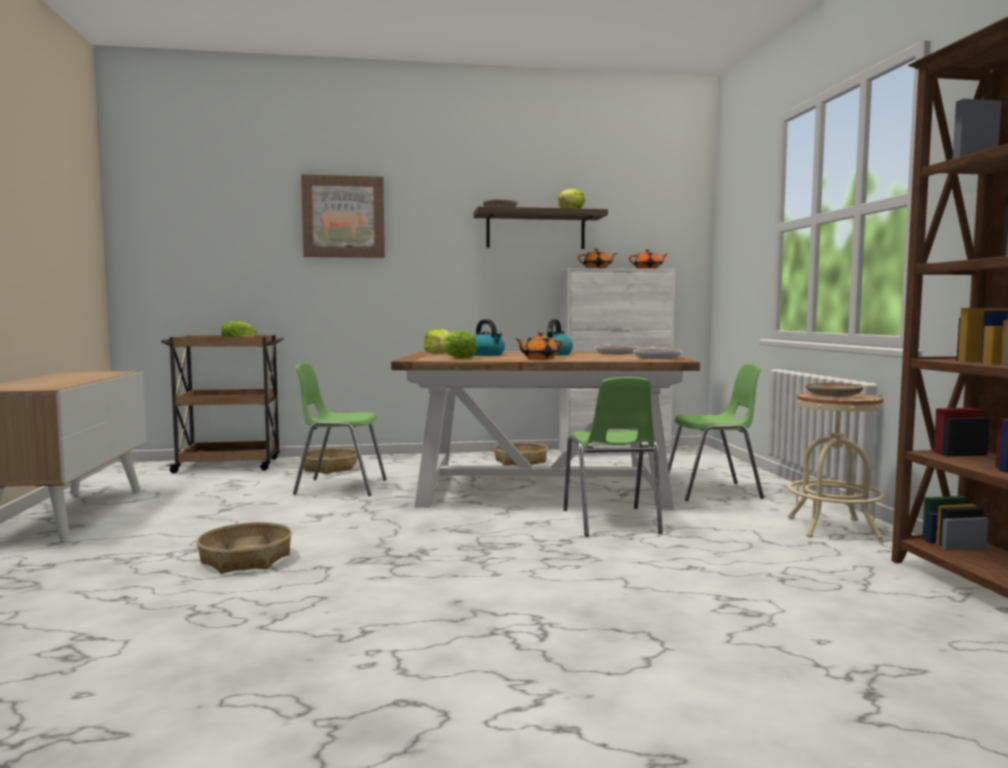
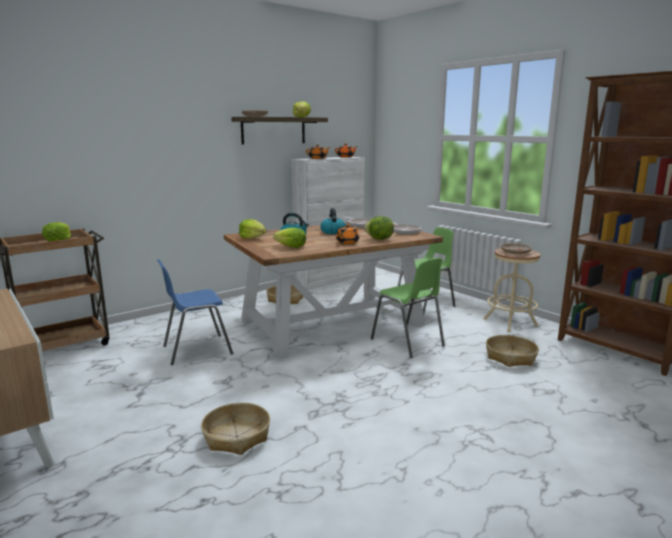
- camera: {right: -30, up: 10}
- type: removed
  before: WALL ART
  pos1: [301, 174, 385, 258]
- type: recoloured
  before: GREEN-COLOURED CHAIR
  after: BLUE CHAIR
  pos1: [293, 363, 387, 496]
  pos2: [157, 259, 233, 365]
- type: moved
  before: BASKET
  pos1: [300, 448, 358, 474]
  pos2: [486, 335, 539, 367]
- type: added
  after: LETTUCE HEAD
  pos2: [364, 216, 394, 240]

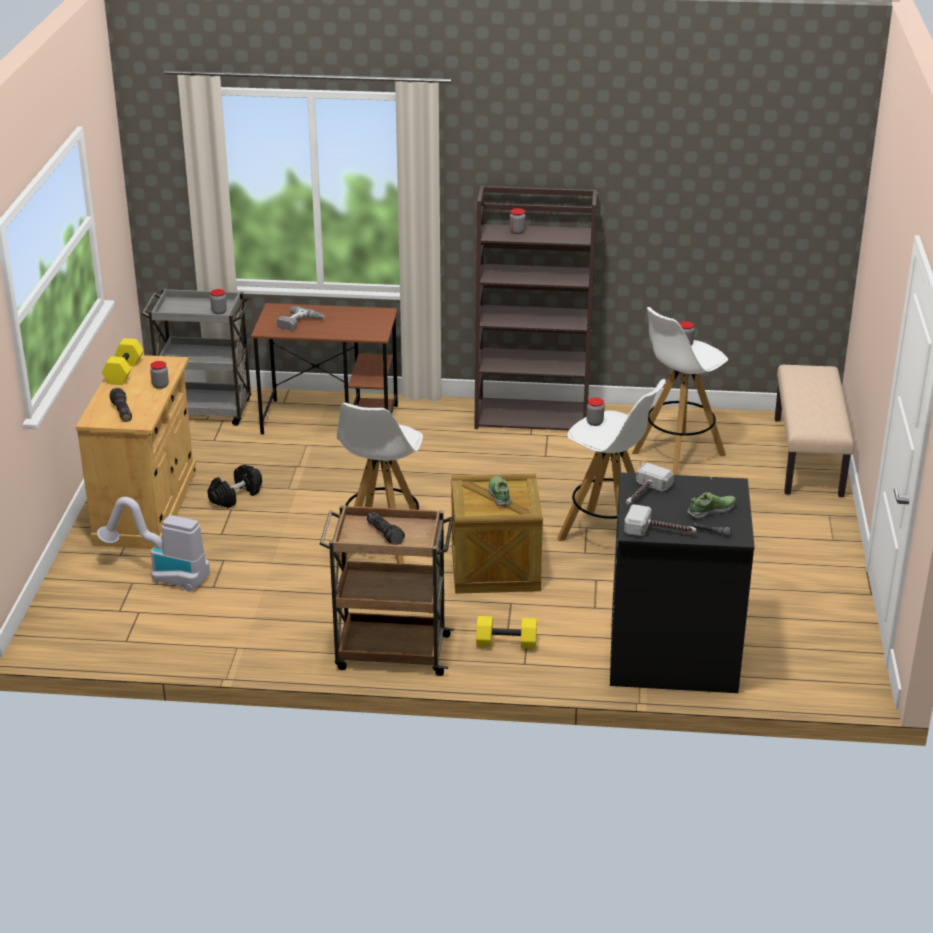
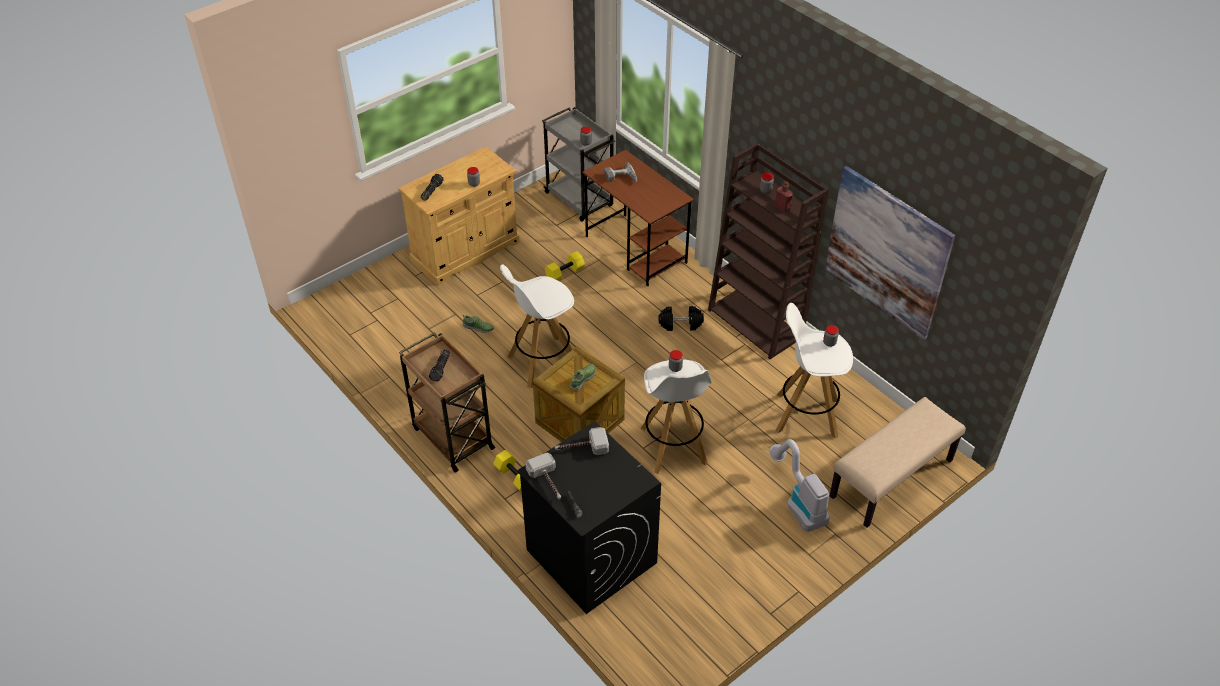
- camera: {right: 45, up: 15}
- type: moved
  before: YELLOWISH DUMBBELL
  pos1: [102, 338, 144, 385]
  pos2: [545, 251, 585, 280]
- type: moved
  before: BLACK DUMBBELL
  pos1: [207, 464, 262, 508]
  pos2: [659, 306, 704, 331]
- type: moved
  before: SHOE
  pos1: [687, 492, 736, 519]
  pos2: [463, 315, 494, 333]
- type: moved
  before: VACUUM CLEANER
  pos1: [97, 497, 210, 592]
  pos2: [769, 439, 830, 532]
- type: added
  after: WALL ART
  pos2: [825, 166, 955, 340]
- type: added
  after: RED BOTTLE
  pos2: [775, 181, 793, 212]

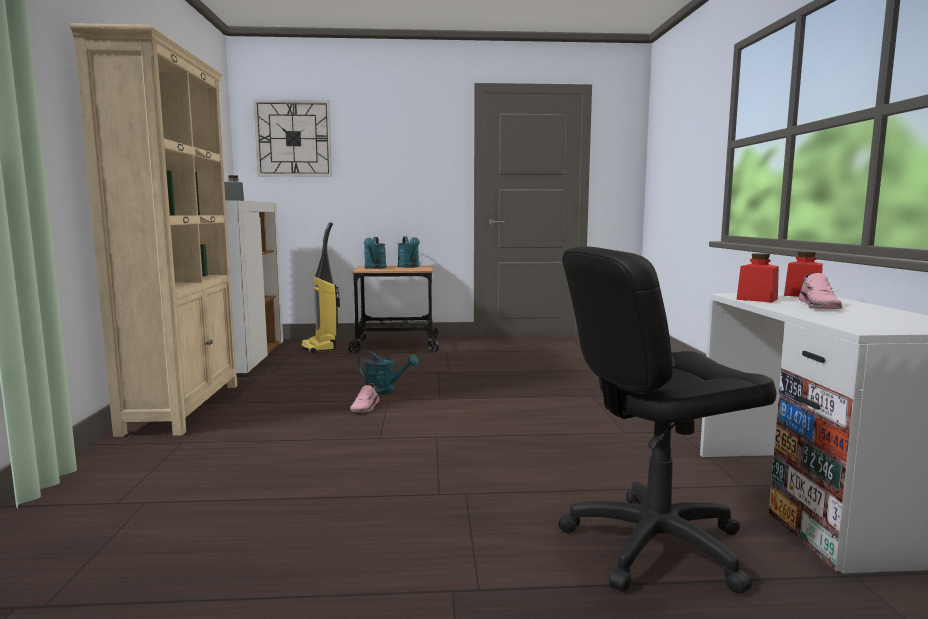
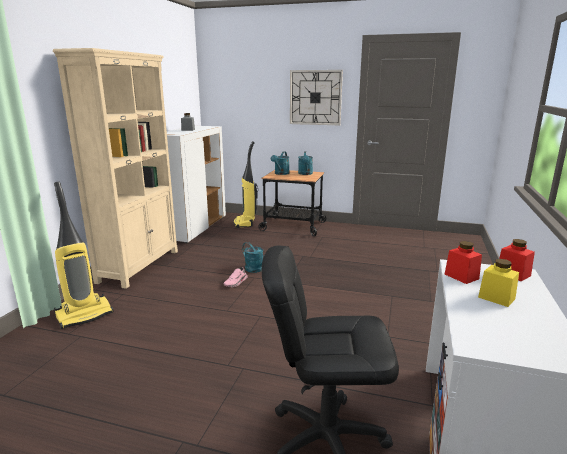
- camera: {right: 20, up: 10}
- type: moved
  before: CLOCK ON THE WALL
  pos1: [253, 100, 332, 177]
  pos2: [290, 70, 343, 125]
- type: replaced
  before: PINK-COLOURED SHOE
  after: YELLOWISH PRESERVE JAR
  pos1: [799, 273, 843, 309]
  pos2: [478, 259, 519, 307]
- type: added
  after: VACUUM CLEANER
  pos2: [54, 182, 114, 329]

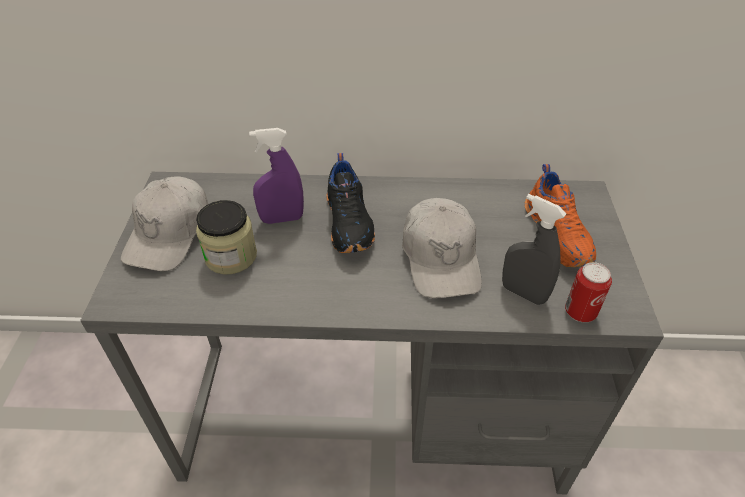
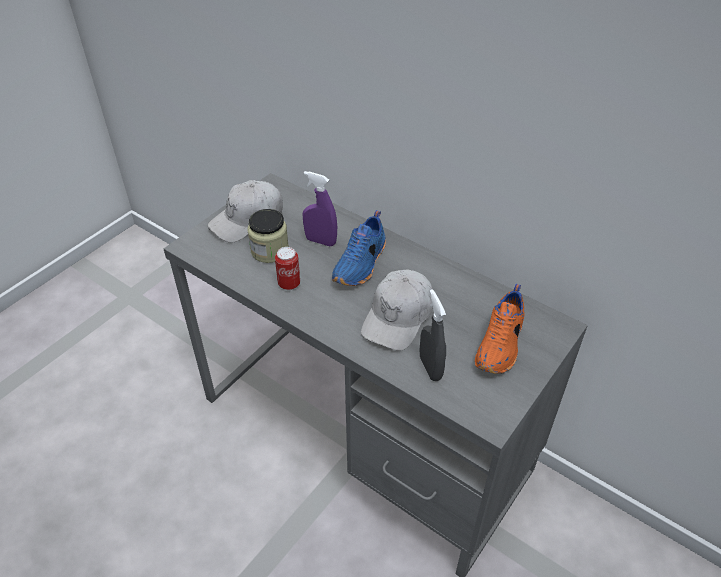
- camera: {right: 35, up: 0}
- type: recoloured
  before: BLACK SHOE
  after: BLUE SHOE
  pos1: [326, 153, 375, 253]
  pos2: [332, 210, 386, 286]
- type: moved
  before: SEALED CAN
  pos1: [565, 262, 612, 322]
  pos2: [275, 247, 300, 290]

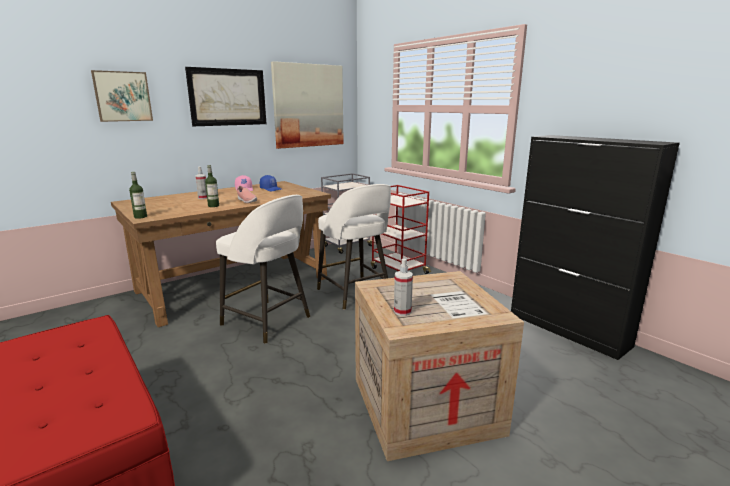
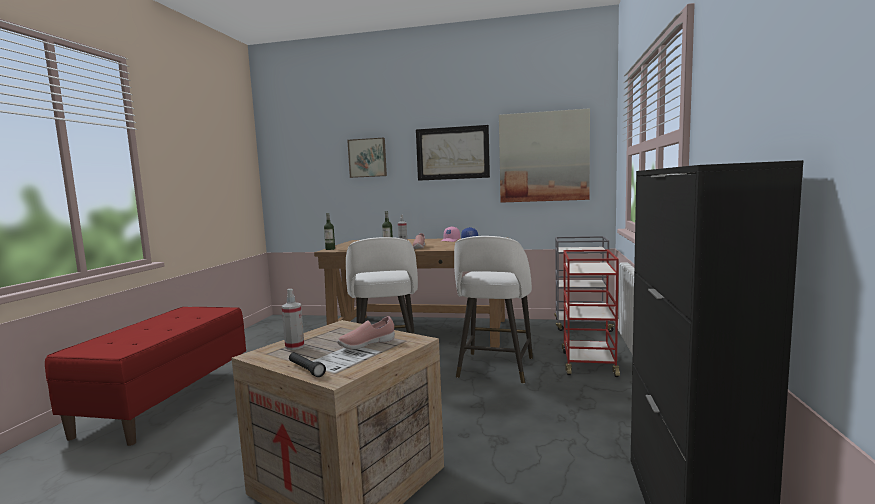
- camera: {right: 50, up: -10}
- type: added
  after: PINK-COLOURED SHOE
  pos2: [337, 316, 395, 350]
- type: added
  after: BLACK HAND TORCH
  pos2: [289, 353, 326, 377]

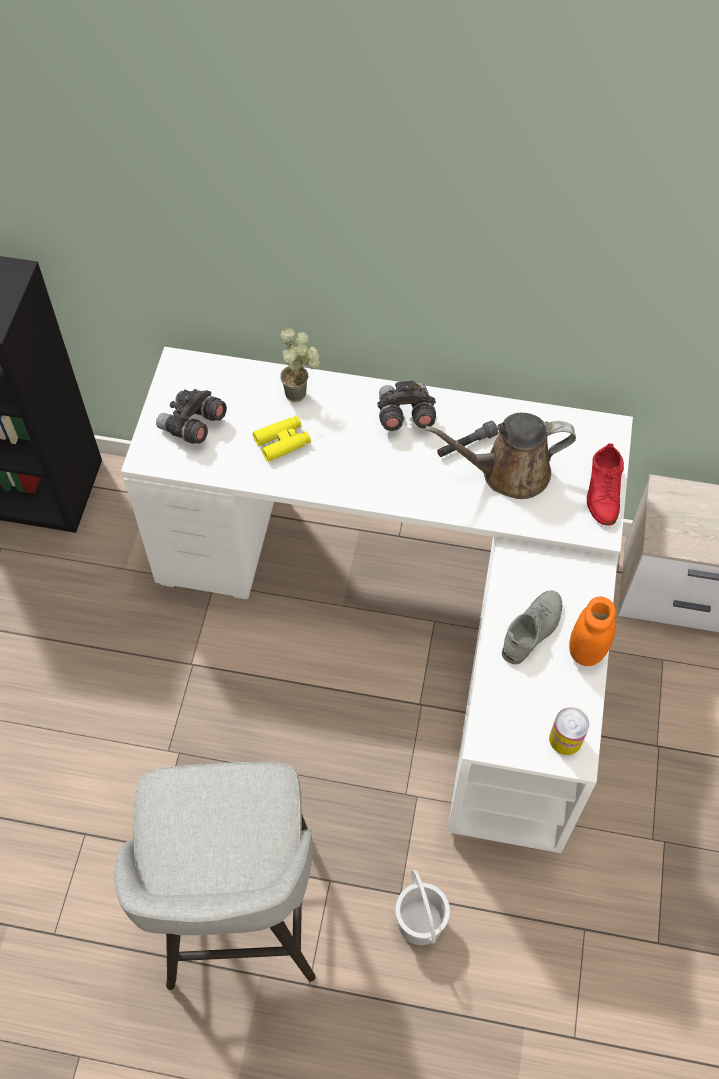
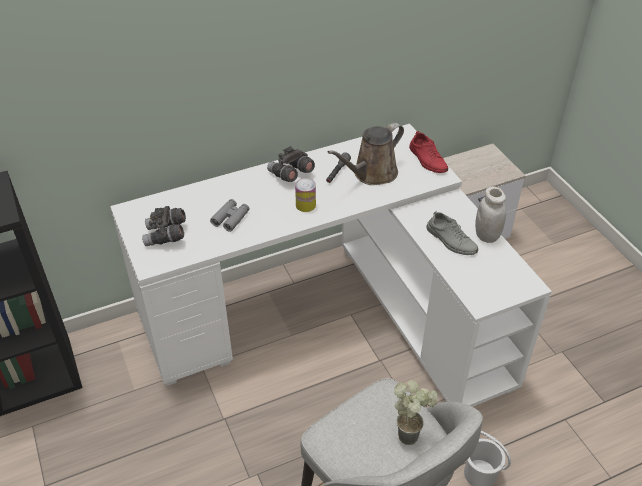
- camera: {right: -35, up: -15}
- type: moved
  before: POTTED PLANT
  pos1: [280, 327, 320, 402]
  pos2: [394, 380, 438, 445]
- type: recoloured
  before: YELLOWISH BINOCULARS
  after: GREYISH BINOCULARS
  pos1: [253, 416, 311, 462]
  pos2: [210, 199, 250, 232]
- type: turned
  before: GREYISH SHOE
  pos1: [502, 590, 562, 664]
  pos2: [426, 211, 478, 255]
  turn: 135
- type: recoloured
  before: ORANGE PRESERVE JAR
  after: WHITISH PRESERVE JAR
  pos1: [569, 597, 616, 666]
  pos2: [475, 187, 506, 243]
- type: moved
  before: SEALED CAN
  pos1: [549, 707, 589, 755]
  pos2: [295, 178, 316, 212]

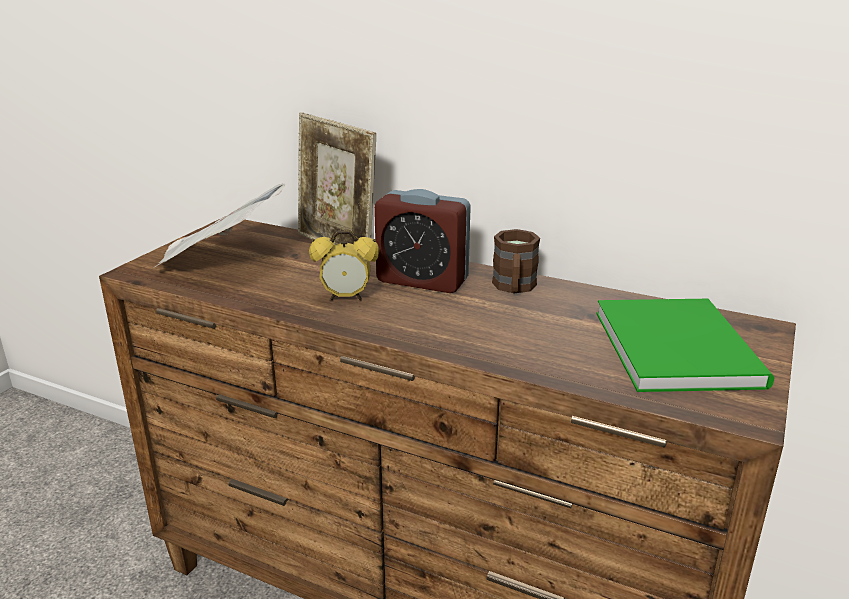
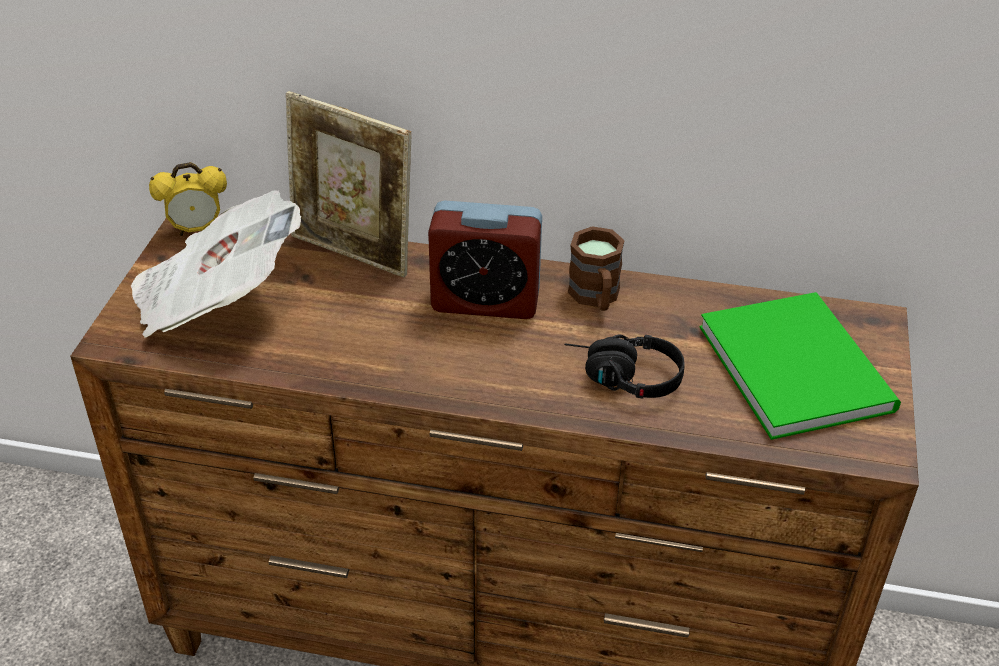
- camera: {right: -15, up: 15}
- type: moved
  before: TABLE CLOCK
  pos1: [309, 230, 379, 300]
  pos2: [149, 162, 227, 236]
- type: added
  after: BLACK HEADSET
  pos2: [565, 334, 685, 398]

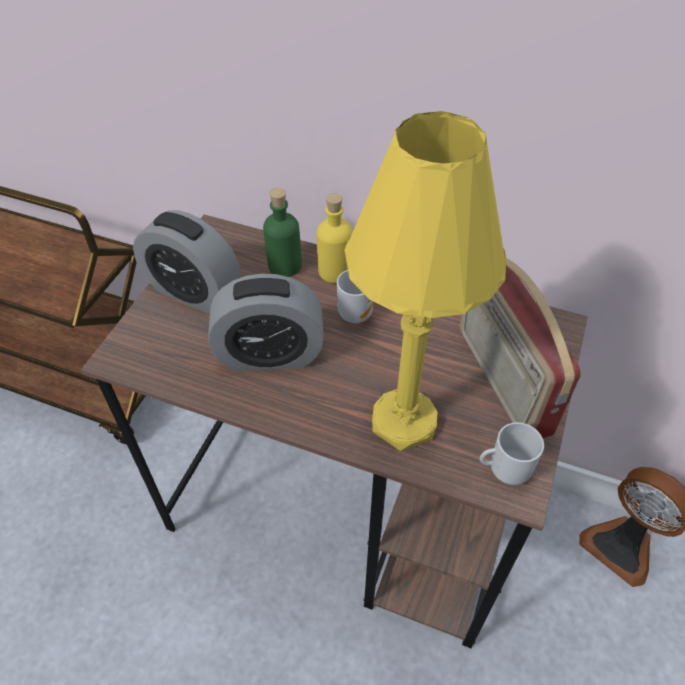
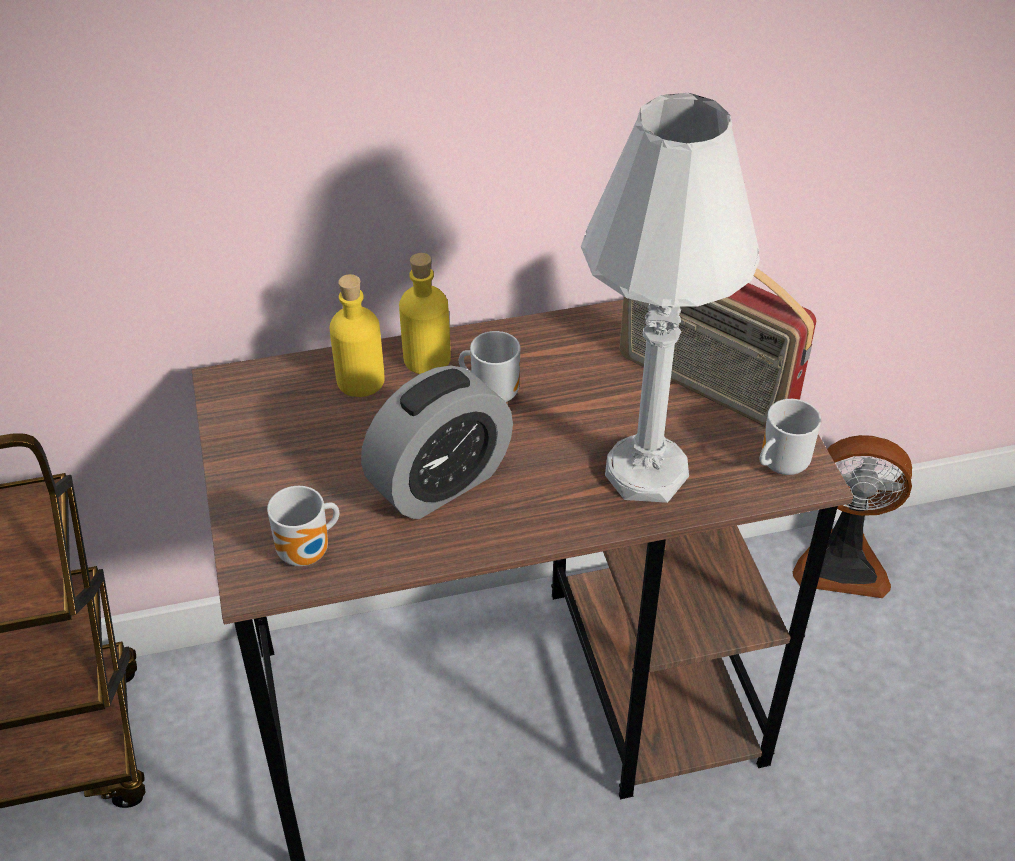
- camera: {right: -35, up: -5}
- type: recoloured
  before: YELLOWISH TABLETOP LAMP
  after: WHITISH TABLETOP LAMP
  pos1: [344, 111, 506, 451]
  pos2: [581, 93, 760, 503]
- type: recoloured
  before: GREEN-COLOURED BOTTLE
  after: YELLOWISH BOTTLE
  pos1: [263, 188, 302, 277]
  pos2: [329, 274, 385, 397]
- type: removed
  before: TABLE CLOCK
  pos1: [133, 210, 240, 314]
- type: added
  after: MUG
  pos2: [267, 486, 339, 566]

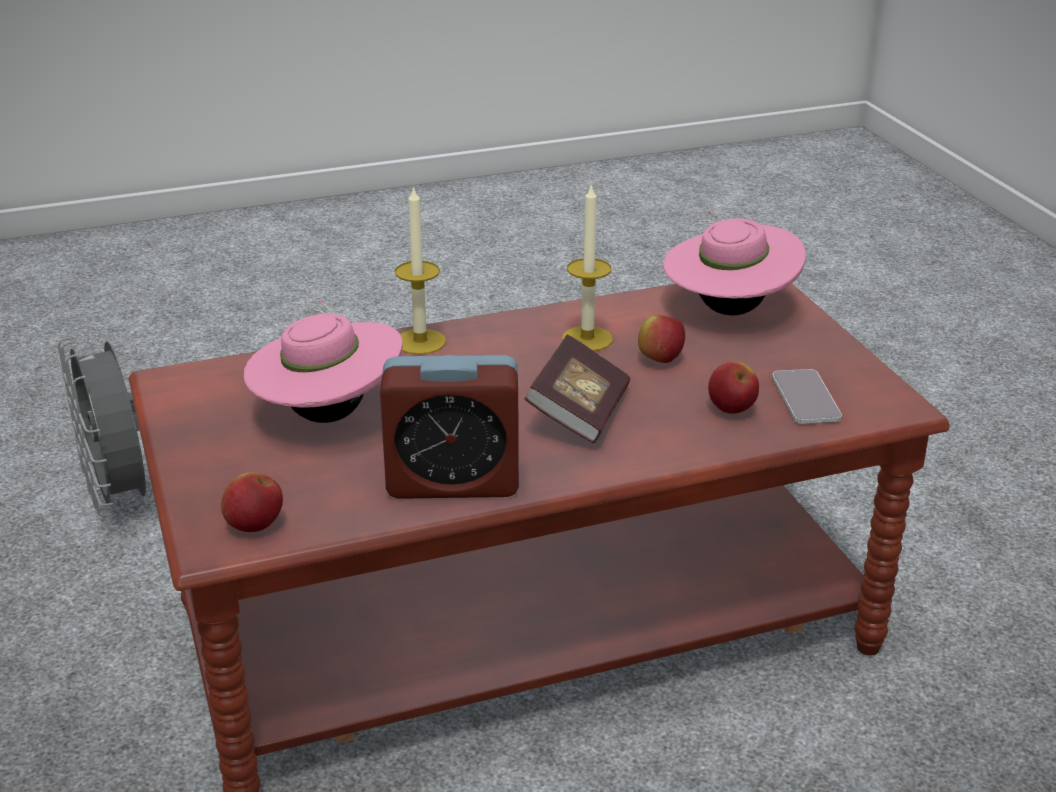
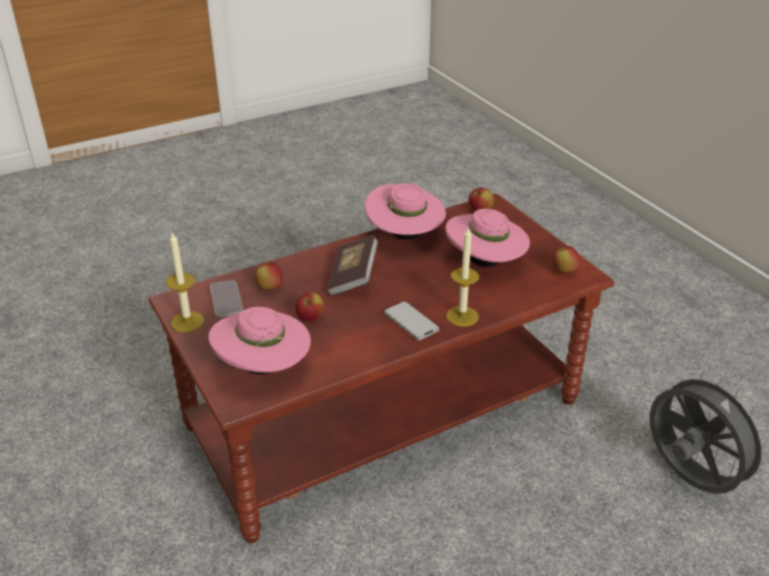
- camera: {right: 170, up: 5}
- type: moved
  before: WAX LIGHT
  pos1: [562, 183, 613, 351]
  pos2: [166, 232, 204, 332]
- type: replaced
  before: TABLE CLOCK
  after: PINK-COLOURED HAT
  pos1: [380, 355, 519, 499]
  pos2: [365, 183, 446, 240]
- type: added
  after: APPLE
  pos2: [552, 246, 580, 273]
- type: added
  after: HANDSET
  pos2: [384, 301, 439, 340]

